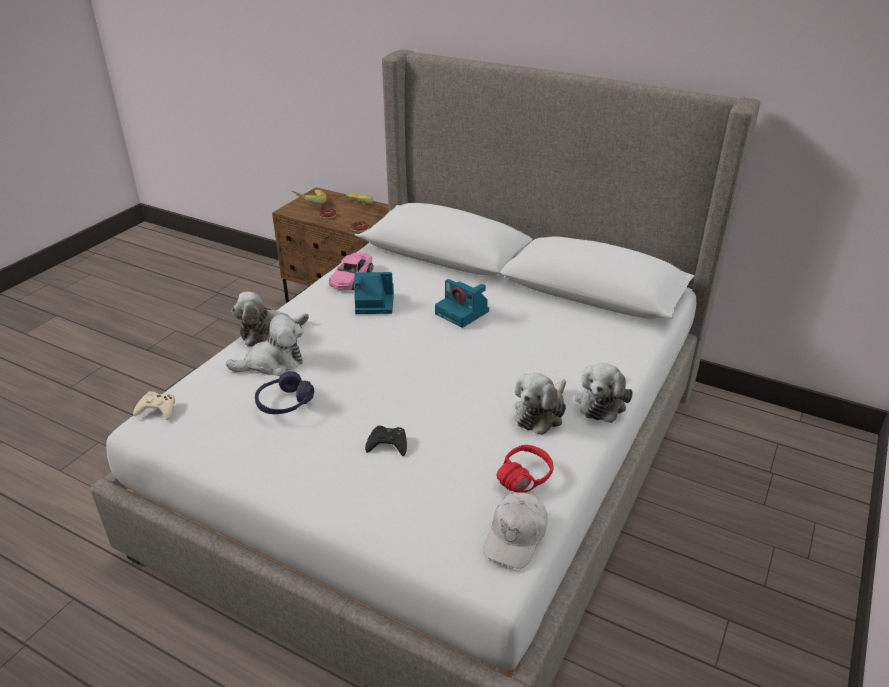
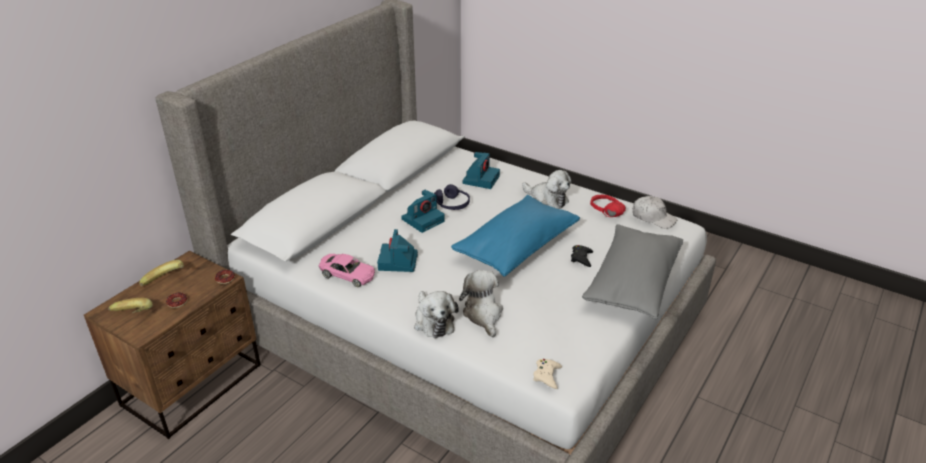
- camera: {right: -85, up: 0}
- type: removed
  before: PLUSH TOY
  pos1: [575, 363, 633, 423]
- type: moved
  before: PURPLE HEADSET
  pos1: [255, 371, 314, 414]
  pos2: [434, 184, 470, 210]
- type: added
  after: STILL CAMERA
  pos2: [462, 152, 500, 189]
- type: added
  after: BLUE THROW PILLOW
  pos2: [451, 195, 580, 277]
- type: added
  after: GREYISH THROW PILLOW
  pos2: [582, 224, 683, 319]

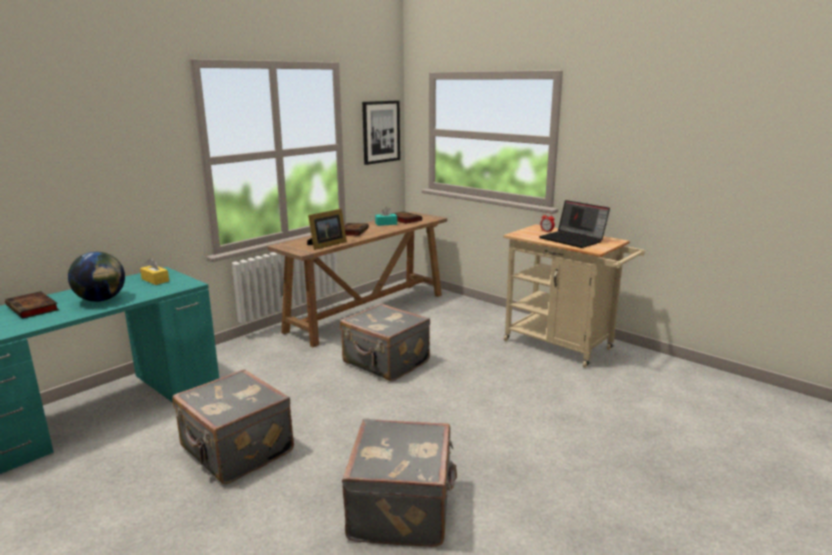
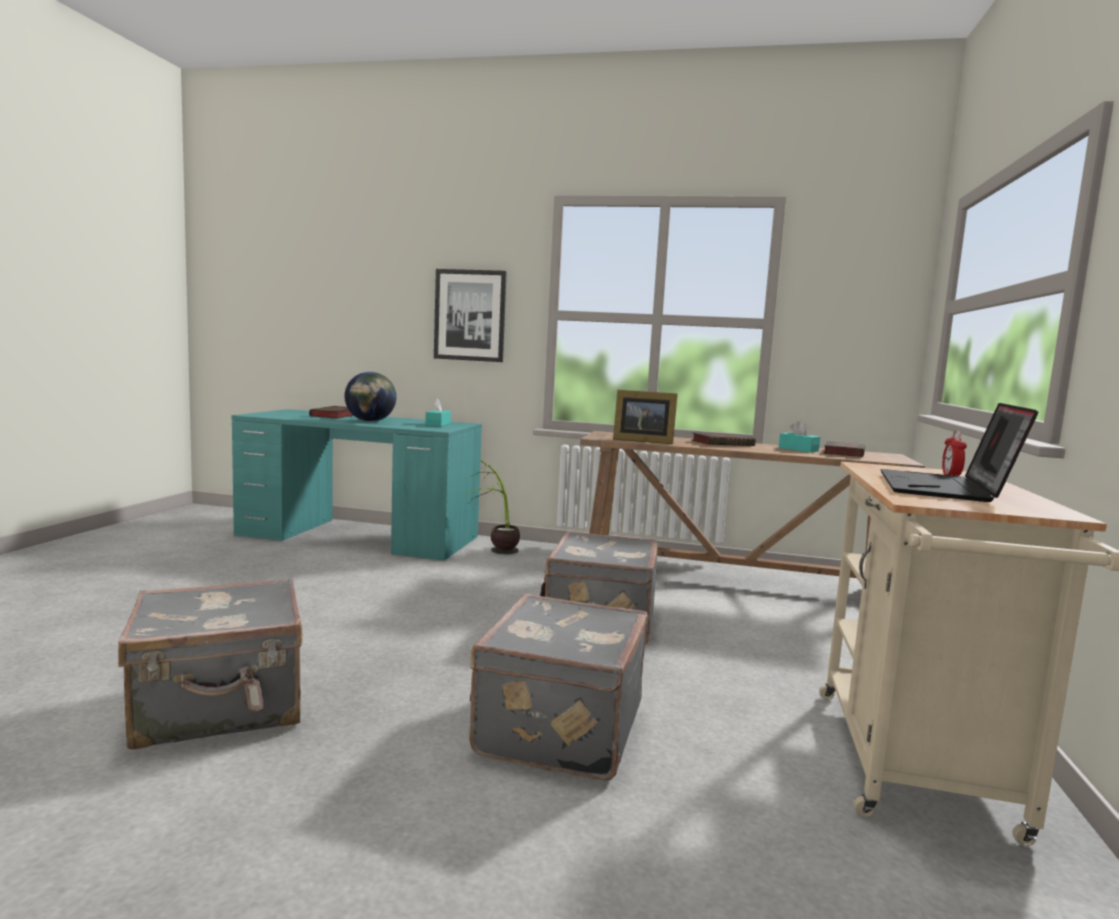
- camera: {right: 60, up: -10}
- type: moved
  before: WALL ART
  pos1: [362, 100, 400, 165]
  pos2: [434, 269, 507, 362]
- type: recoloured
  before: YELLOWISH TISSUE HOLDER
  after: BLUE-GREEN TISSUE HOLDER
  pos1: [140, 258, 169, 285]
  pos2: [425, 399, 451, 427]
- type: moved
  before: GREYISH TRAVEL CASE
  pos1: [172, 369, 294, 484]
  pos2: [469, 594, 648, 781]
- type: added
  after: POTTED PLANT
  pos2: [467, 460, 520, 554]

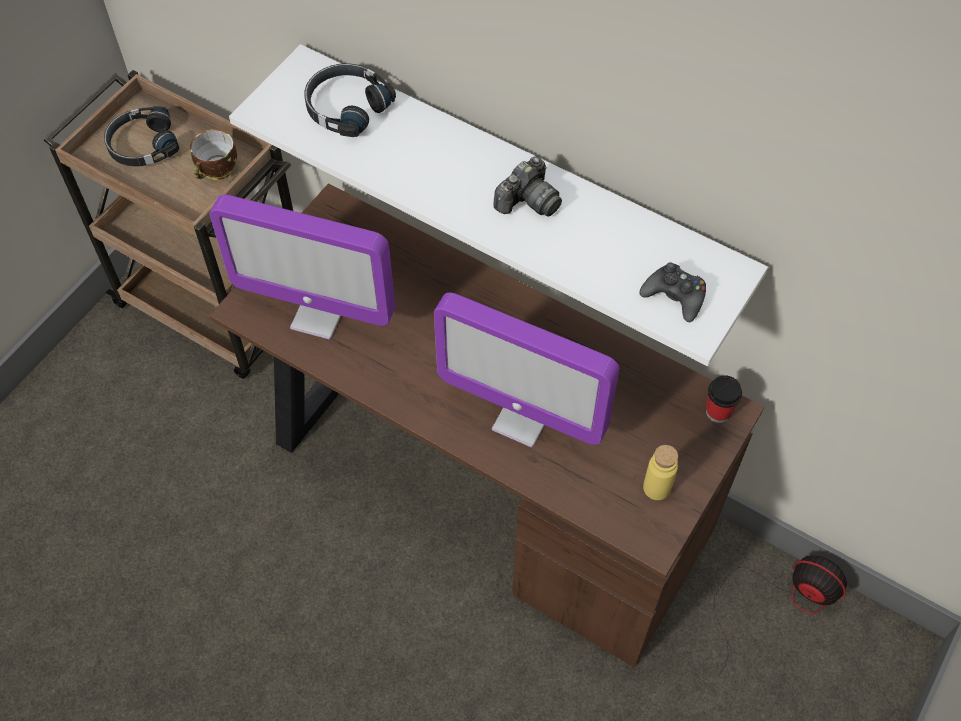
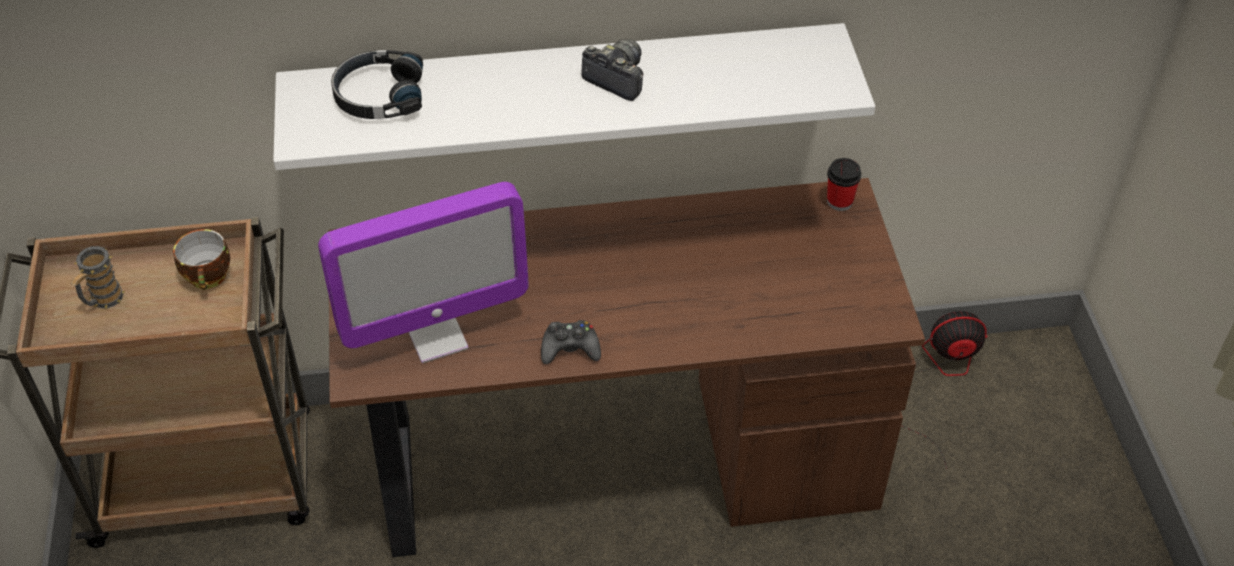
- camera: {right: -40, up: -10}
- type: replaced
  before: BLACK HEADSET
  after: MUG
  pos1: [104, 106, 179, 167]
  pos2: [71, 246, 126, 308]
- type: turned
  before: STILL CAMERA
  pos1: [493, 156, 562, 217]
  pos2: [581, 39, 643, 101]
  turn: -60
- type: moved
  before: BLACK GAME CONTROLLER
  pos1: [639, 262, 706, 322]
  pos2: [541, 320, 601, 364]
- type: removed
  before: COMPUTER DISPLAY
  pos1: [434, 293, 619, 447]
- type: removed
  before: YELLOWISH BOTTLE
  pos1: [643, 445, 678, 500]

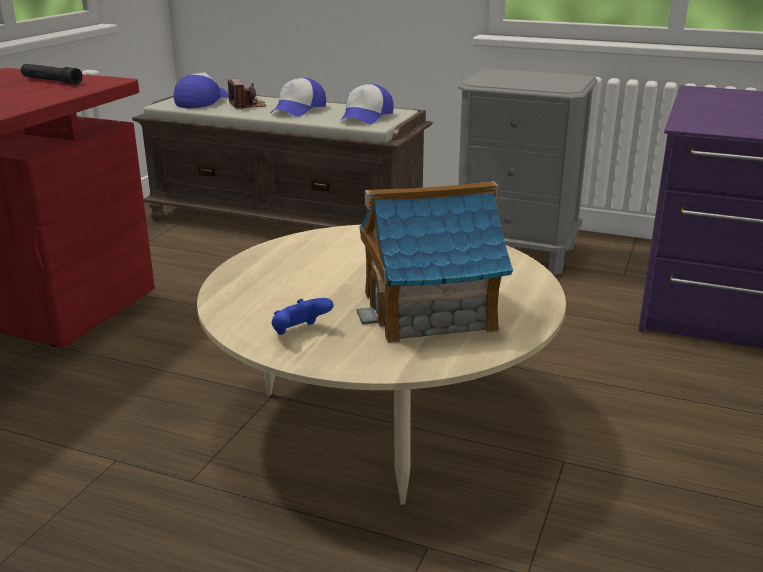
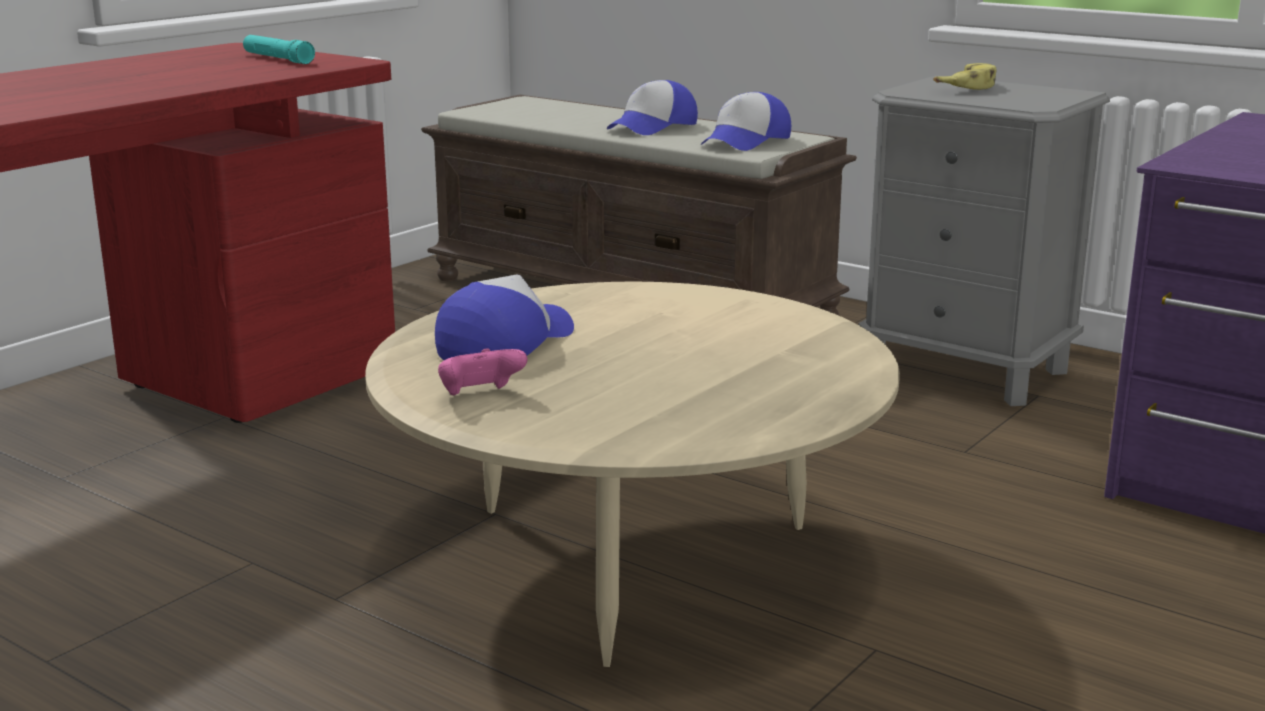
- camera: {right: 15, up: -5}
- type: recoloured
  before: BLACK HAND TORCH
  after: BLUE-GREEN HAND TORCH
  pos1: [21, 64, 83, 85]
  pos2: [243, 35, 315, 64]
- type: moved
  before: PEAKED CAP
  pos1: [174, 72, 229, 108]
  pos2: [435, 275, 574, 360]
- type: removed
  before: STILL CAMERA
  pos1: [228, 79, 267, 109]
- type: removed
  before: TOY HOUSE
  pos1: [357, 181, 513, 343]
- type: recoloured
  before: BLUE GAME CONTROLLER
  after: PINK-COLOURED GAME CONTROLLER
  pos1: [272, 298, 334, 335]
  pos2: [438, 349, 527, 395]
- type: added
  after: WHOLE BANANA
  pos2: [933, 63, 996, 90]

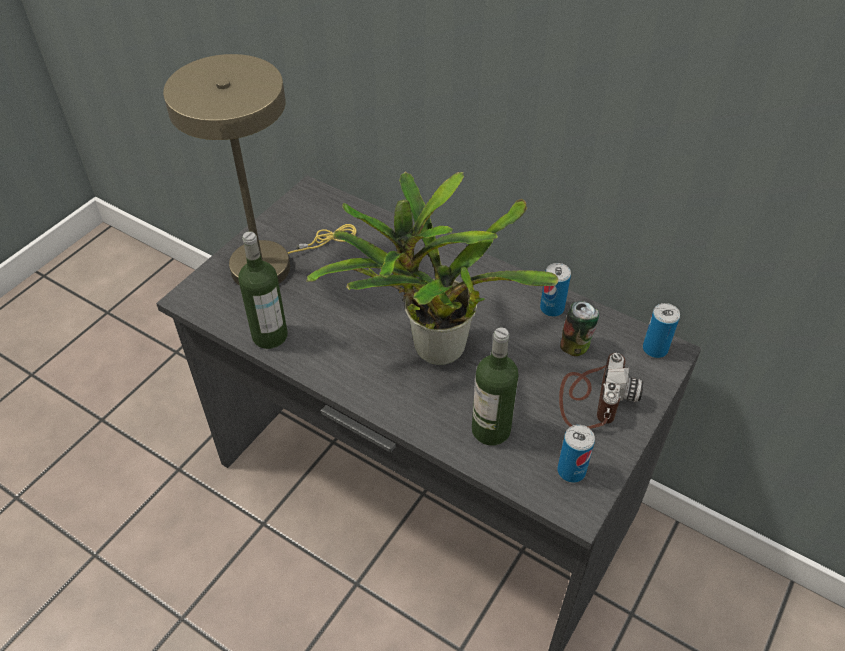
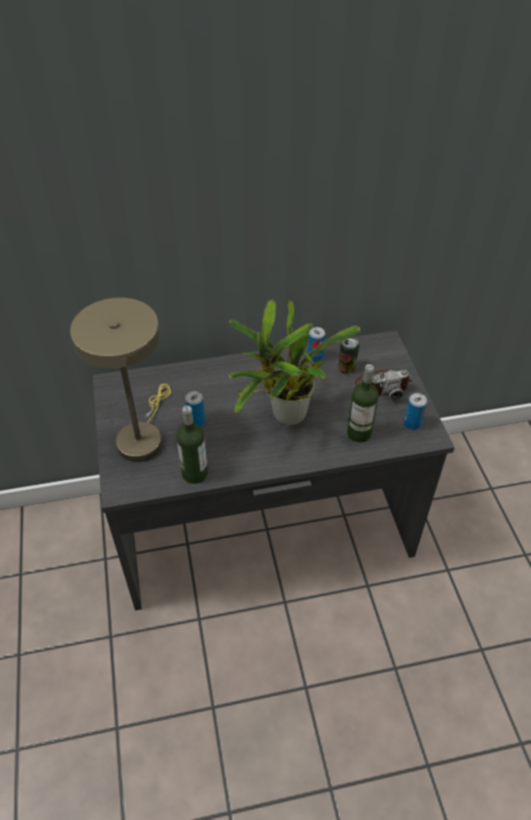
- camera: {right: -45, up: 0}
- type: moved
  before: SEALED CAN
  pos1: [643, 303, 680, 358]
  pos2: [185, 391, 205, 427]
- type: turned
  before: STILL CAMERA
  pos1: [559, 353, 644, 429]
  pos2: [355, 370, 412, 400]
  turn: 105

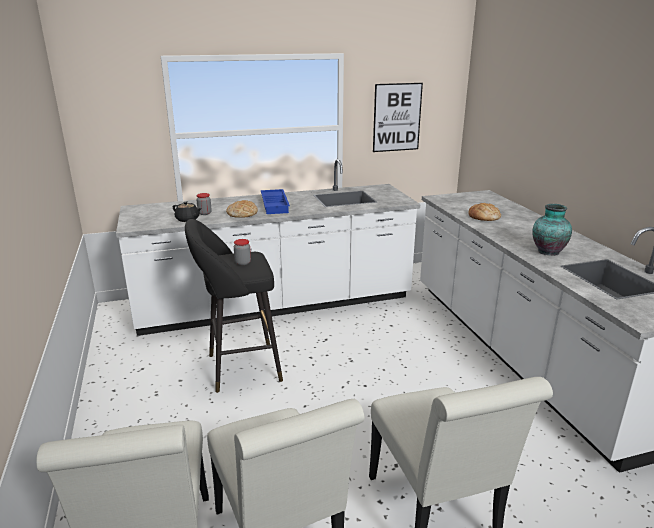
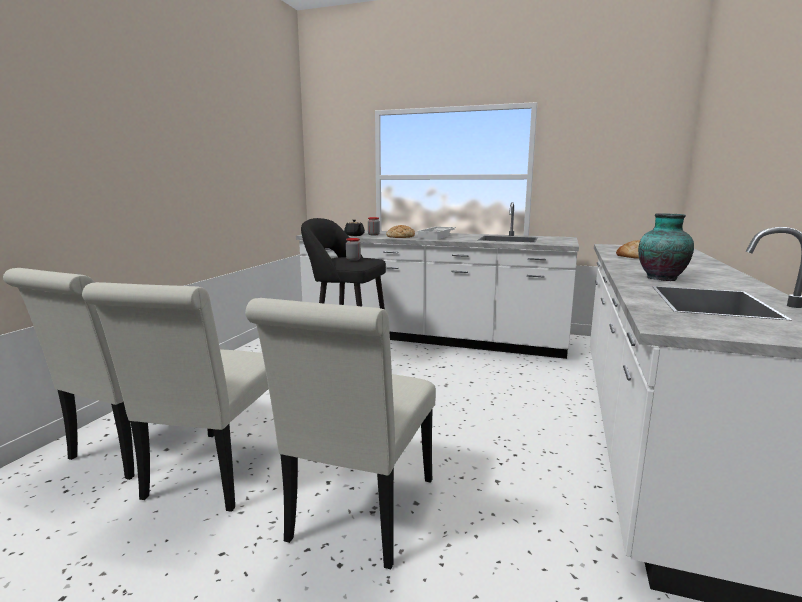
- camera: {right: 35, up: -10}
- type: removed
  before: WALL ART
  pos1: [373, 83, 423, 152]
- type: recoloured
  before: BLUE SERVING TRAY
  after: WHITISH SERVING TRAY
  pos1: [261, 189, 290, 214]
  pos2: [416, 227, 456, 240]

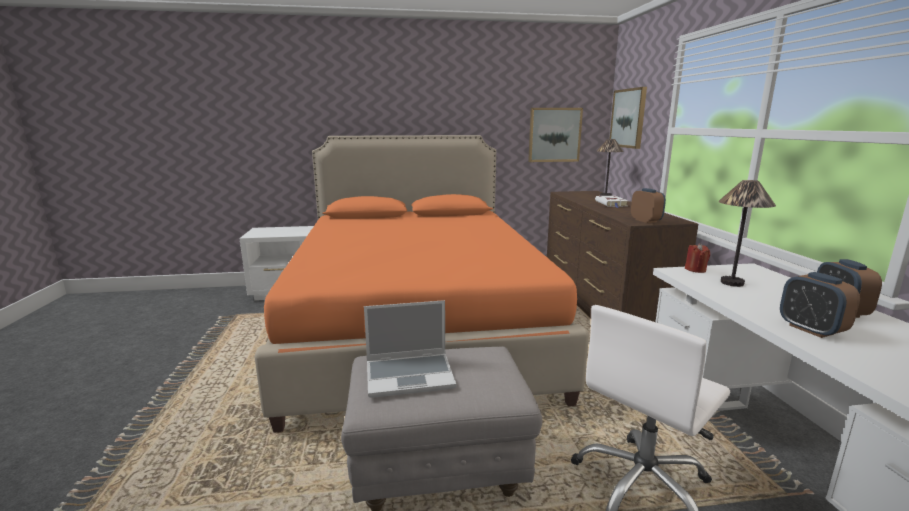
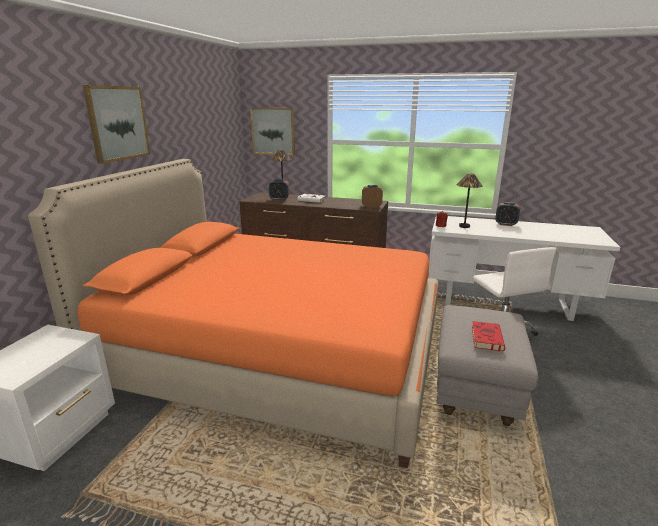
- camera: {right: -65, up: 5}
- type: moved
  before: WALL ART
  pos1: [528, 108, 583, 162]
  pos2: [83, 85, 150, 164]
- type: moved
  before: TABLE CLOCK
  pos1: [780, 272, 860, 338]
  pos2: [269, 179, 289, 201]
- type: replaced
  before: PORTABLE COMPUTER
  after: RED VOLUME
  pos1: [364, 300, 456, 398]
  pos2: [472, 321, 505, 351]

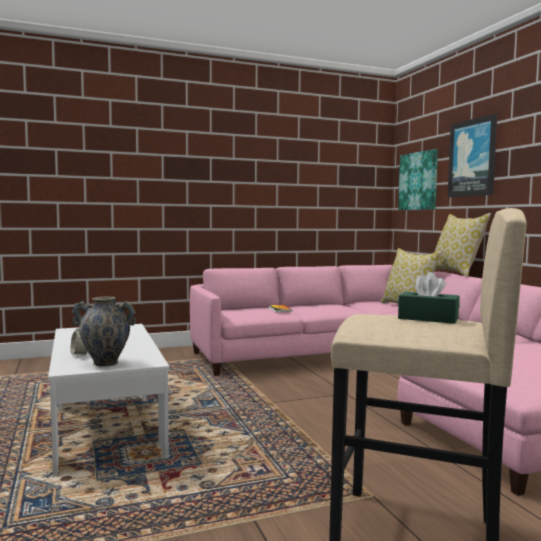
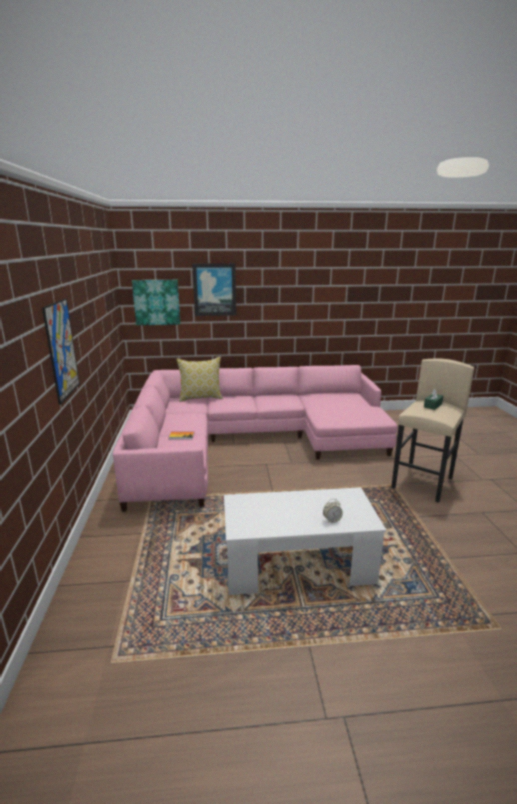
- camera: {right: -75, up: 15}
- type: removed
  before: THROW PILLOW
  pos1: [434, 213, 491, 277]
- type: removed
  before: VASE
  pos1: [72, 296, 136, 367]
- type: added
  after: WALL ART
  pos2: [42, 299, 80, 405]

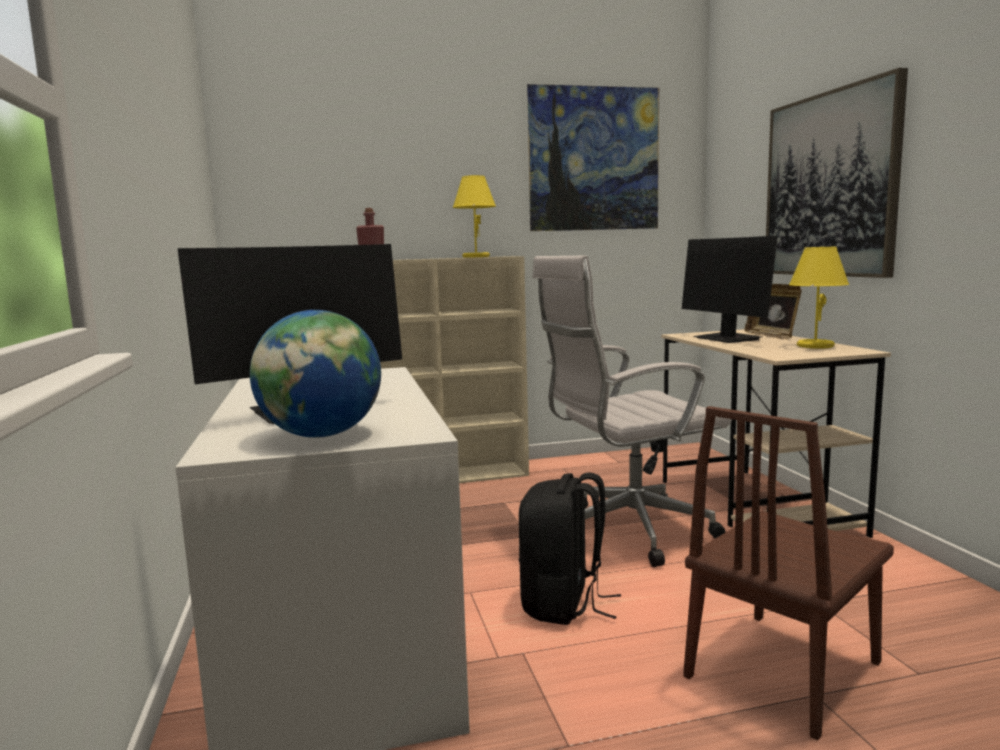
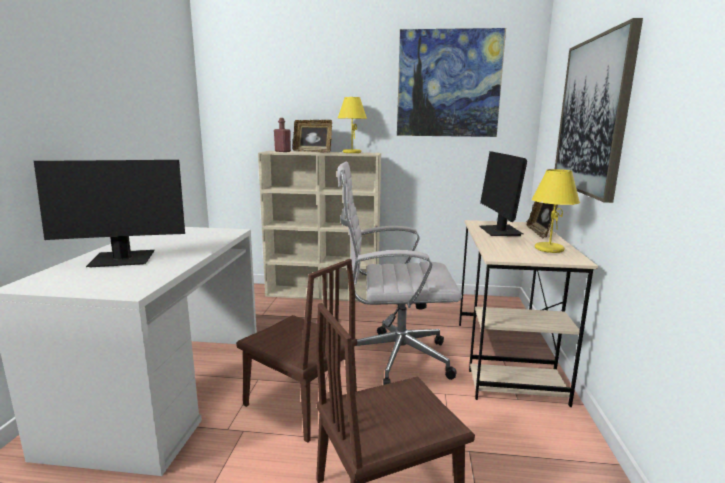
- camera: {right: 20, up: 5}
- type: removed
  before: WORLD GLOBE
  pos1: [250, 310, 381, 438]
- type: replaced
  before: BLACK RUCKSACK
  after: BROWN-COLOURED CHAIR
  pos1: [519, 472, 621, 625]
  pos2: [236, 259, 357, 443]
- type: added
  after: PICTURE FRAME
  pos2: [293, 120, 332, 153]

